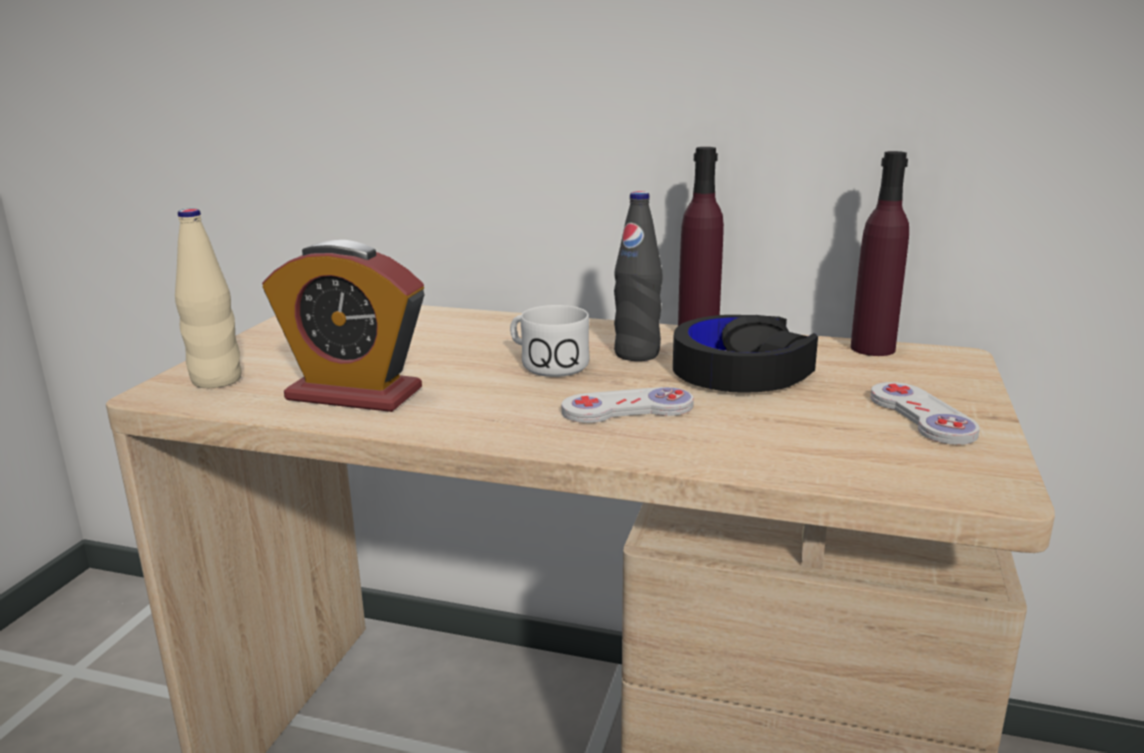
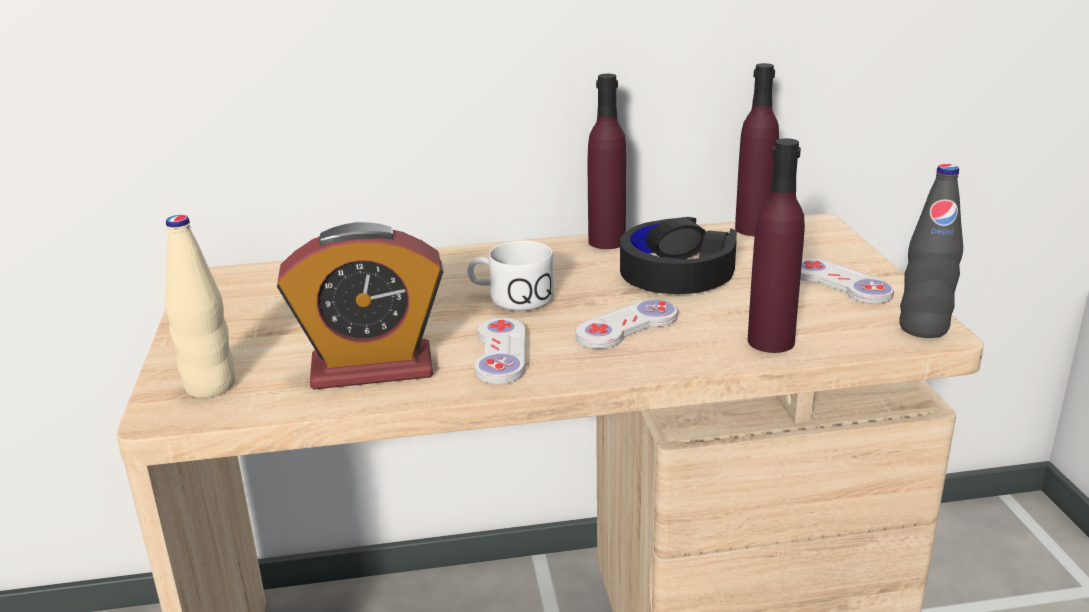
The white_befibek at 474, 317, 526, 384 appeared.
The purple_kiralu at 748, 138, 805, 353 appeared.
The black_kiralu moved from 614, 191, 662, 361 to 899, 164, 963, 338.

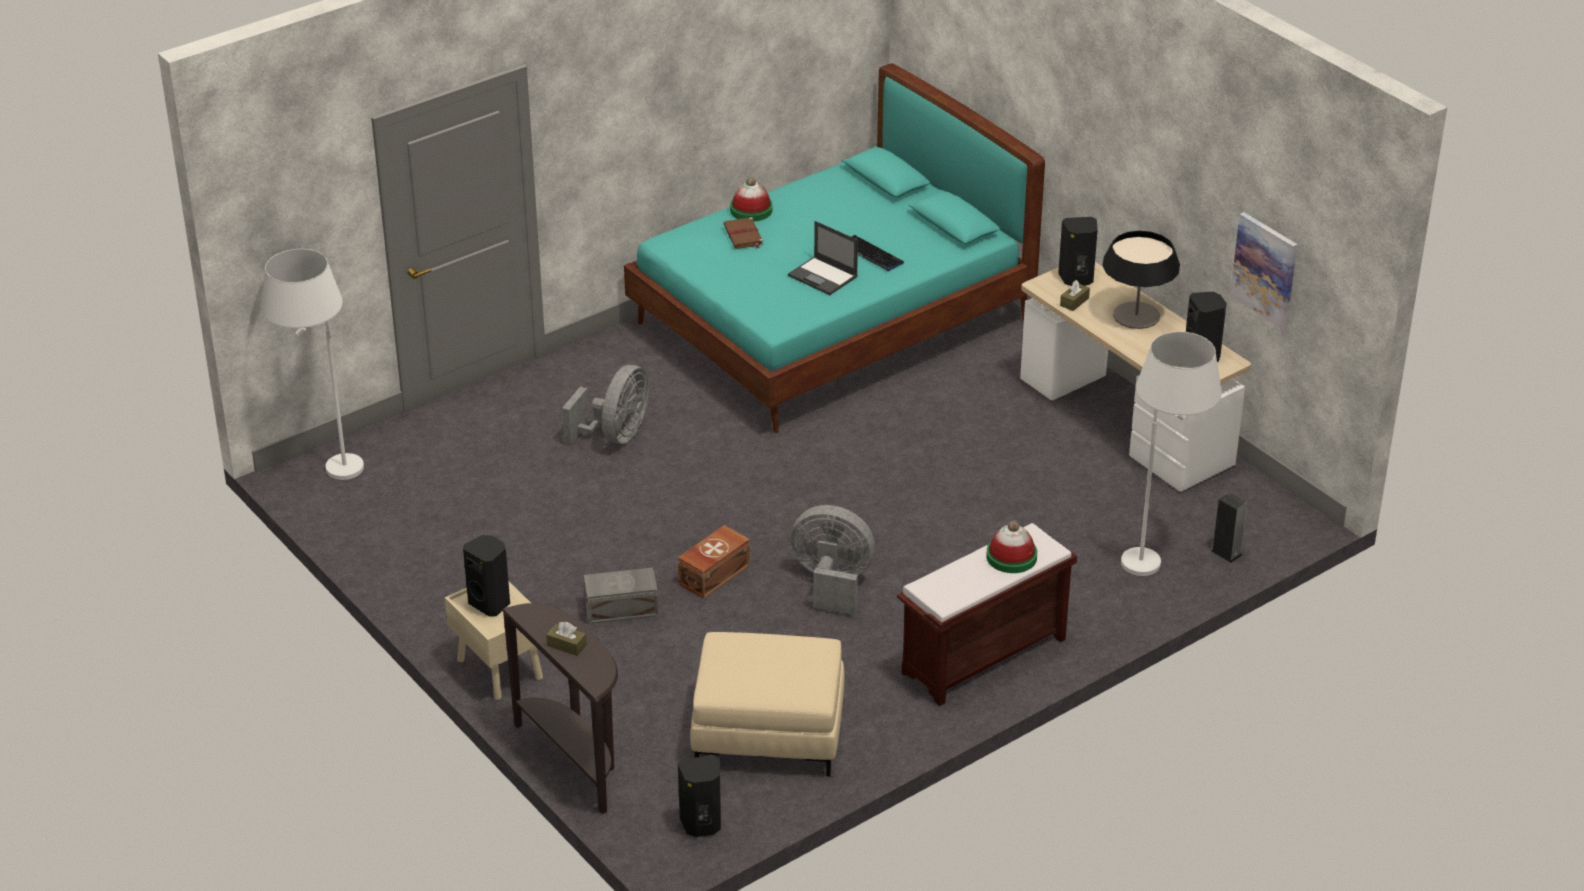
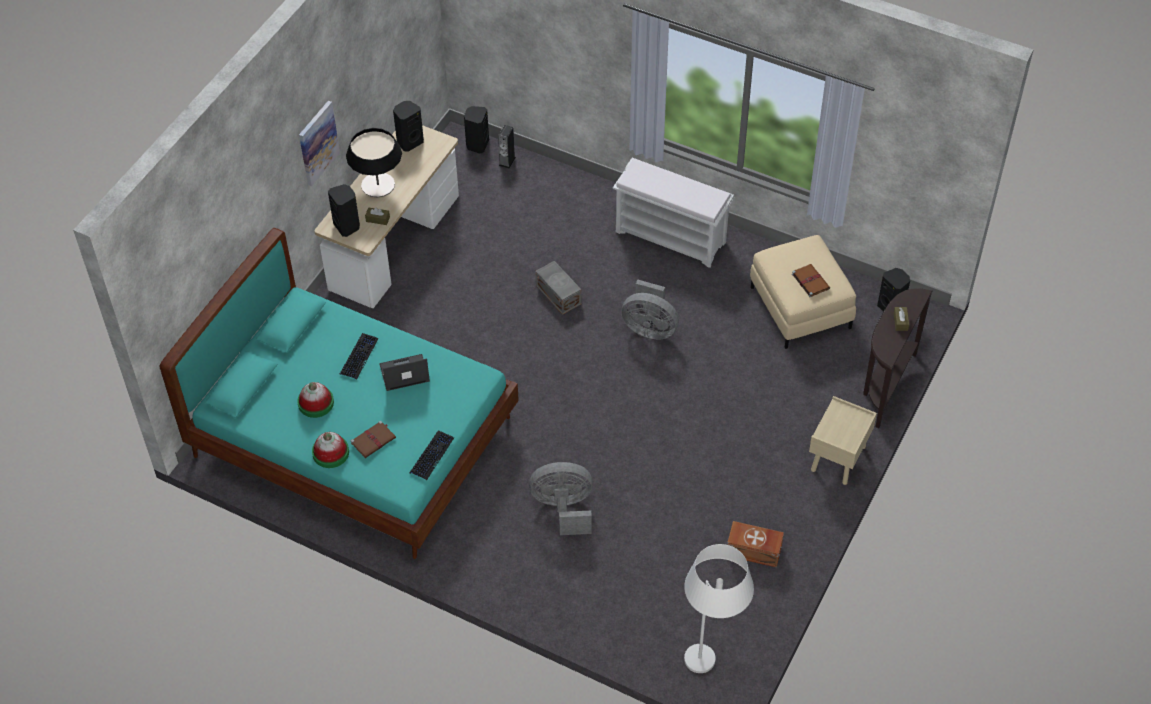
The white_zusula at 1121, 332, 1222, 576 disappeared.
The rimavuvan at 410, 430, 454, 480 appeared.
The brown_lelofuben at 792, 264, 830, 297 appeared.
The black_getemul moved from 463, 535, 510, 617 to 464, 106, 489, 153.
The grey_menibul moved from 584, 567, 658, 624 to 535, 261, 581, 315.
The brown_menibul moved from 678, 525, 750, 598 to 727, 521, 784, 568.
The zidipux moved from 986, 520, 1037, 573 to 297, 382, 334, 418.
The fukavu moved from 1230, 212, 1297, 329 to 299, 101, 340, 186.
The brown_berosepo at 897, 523, 1077, 706 became the white_berosepo at 613, 158, 734, 268.
The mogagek at 788, 221, 858, 295 turned 120 degrees counterclockwise.
The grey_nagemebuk at 790, 505, 875, 615 turned 60 degrees counterclockwise.

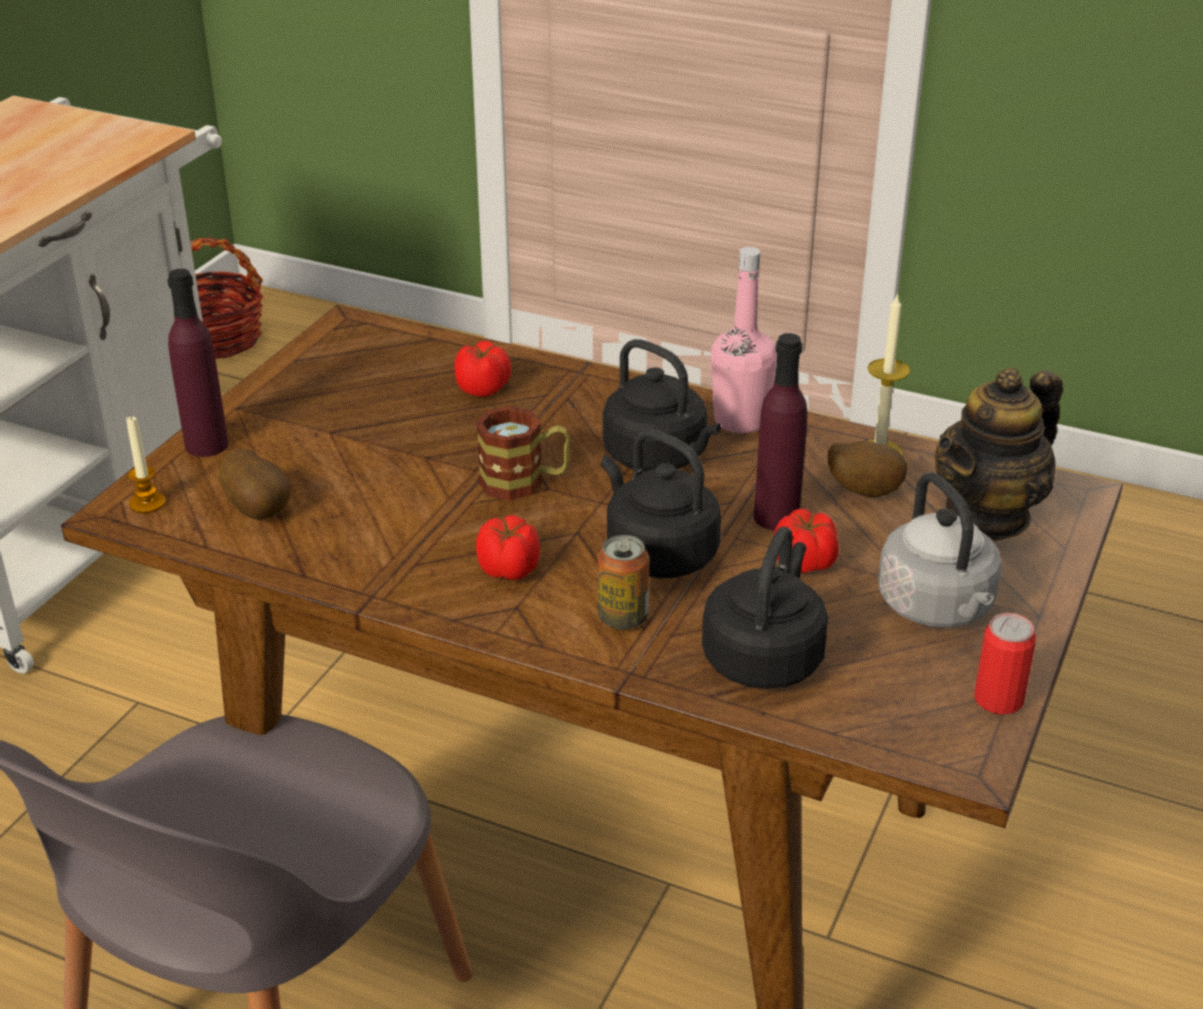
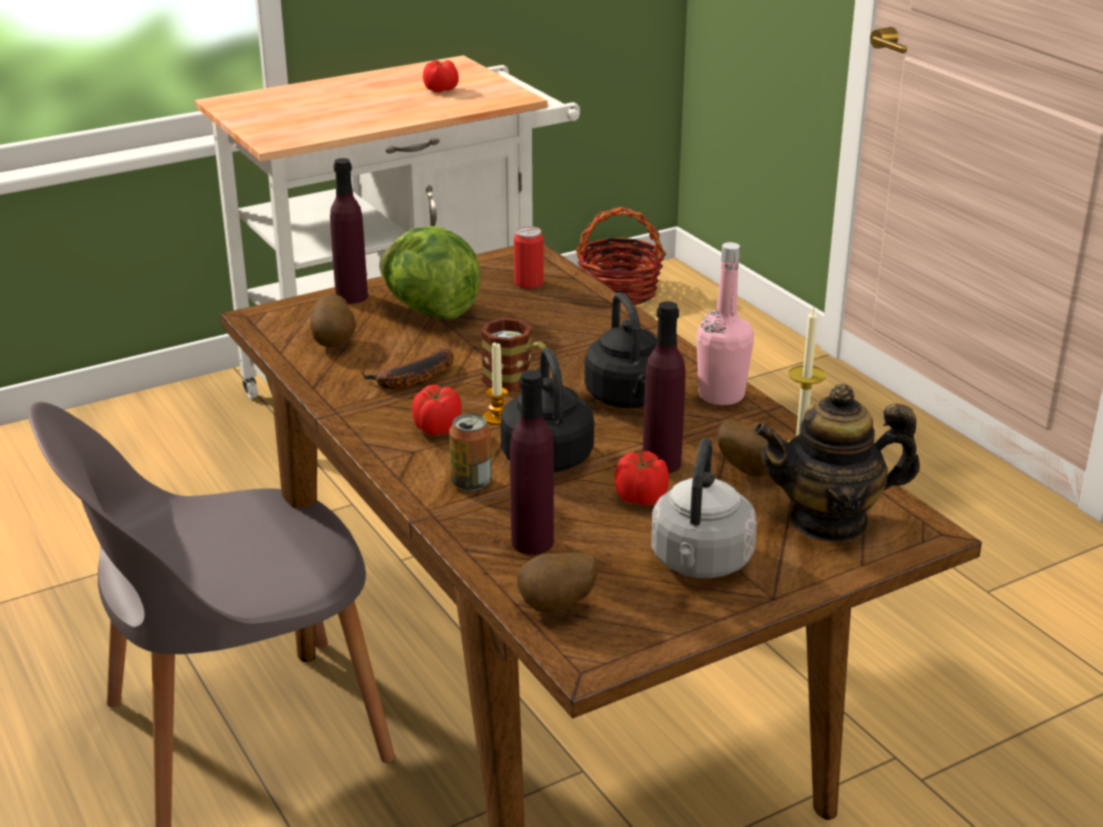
The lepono at 361, 349, 454, 389 appeared.
The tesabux at 379, 226, 481, 320 appeared.
The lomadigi at 517, 553, 598, 613 appeared.
The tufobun moved from 126, 416, 165, 513 to 483, 341, 508, 425.
The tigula moved from 454, 341, 511, 397 to 423, 60, 459, 93.
The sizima moved from 974, 613, 1036, 715 to 514, 226, 544, 289.
The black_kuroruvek at 702, 526, 828, 689 was replaced by the purple_kiralu at 510, 370, 554, 555.

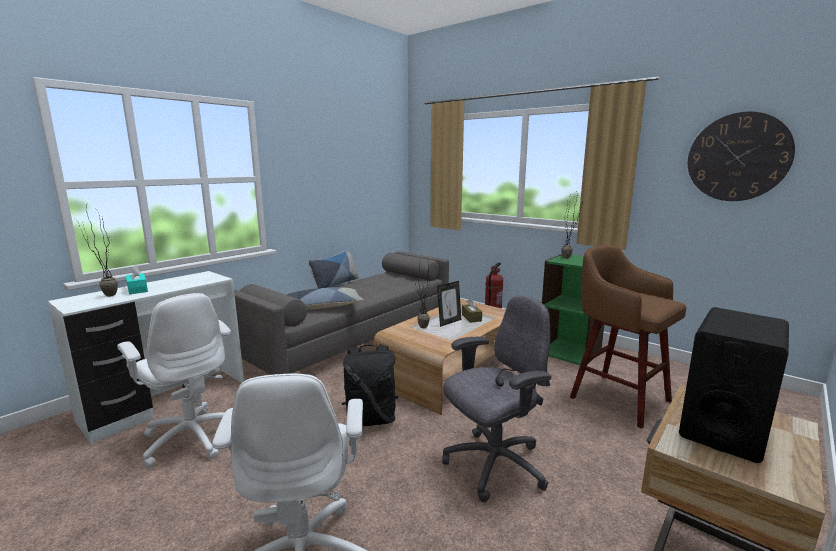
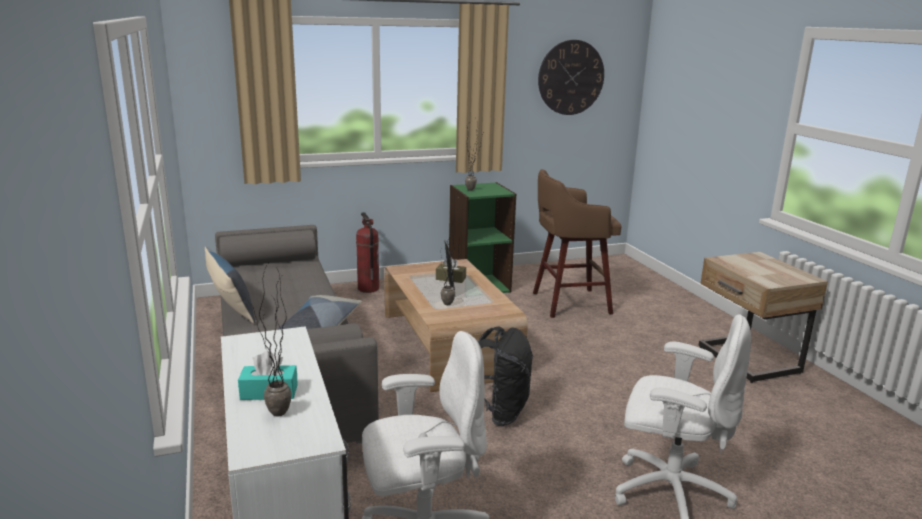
The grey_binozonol at 442, 295, 551, 502 disappeared.
The black_getemul at 679, 307, 789, 463 disappeared.

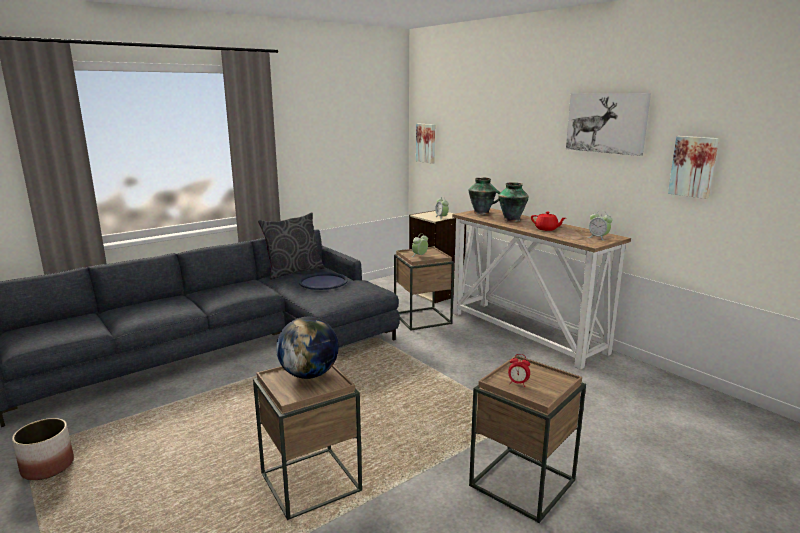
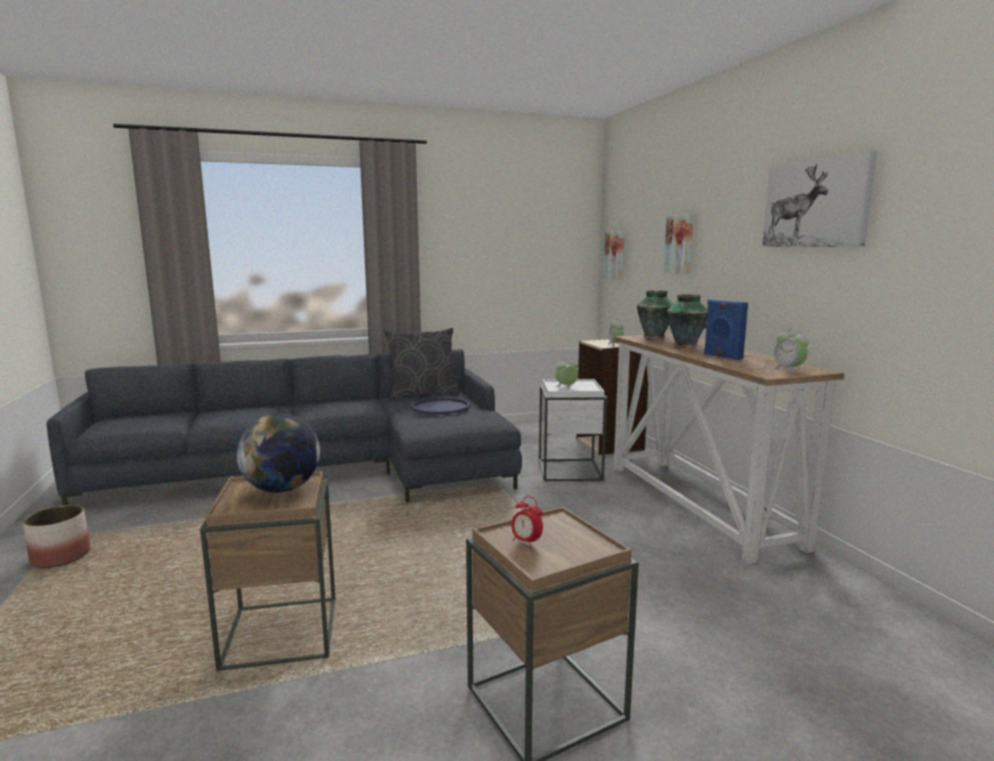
The fukavu moved from 668, 136, 719, 199 to 663, 214, 694, 274.
The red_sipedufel at 531, 211, 566, 231 was replaced by the blue_getemul at 704, 299, 748, 360.
The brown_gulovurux at 394, 247, 454, 331 became the white_gulovurux at 539, 379, 607, 481.

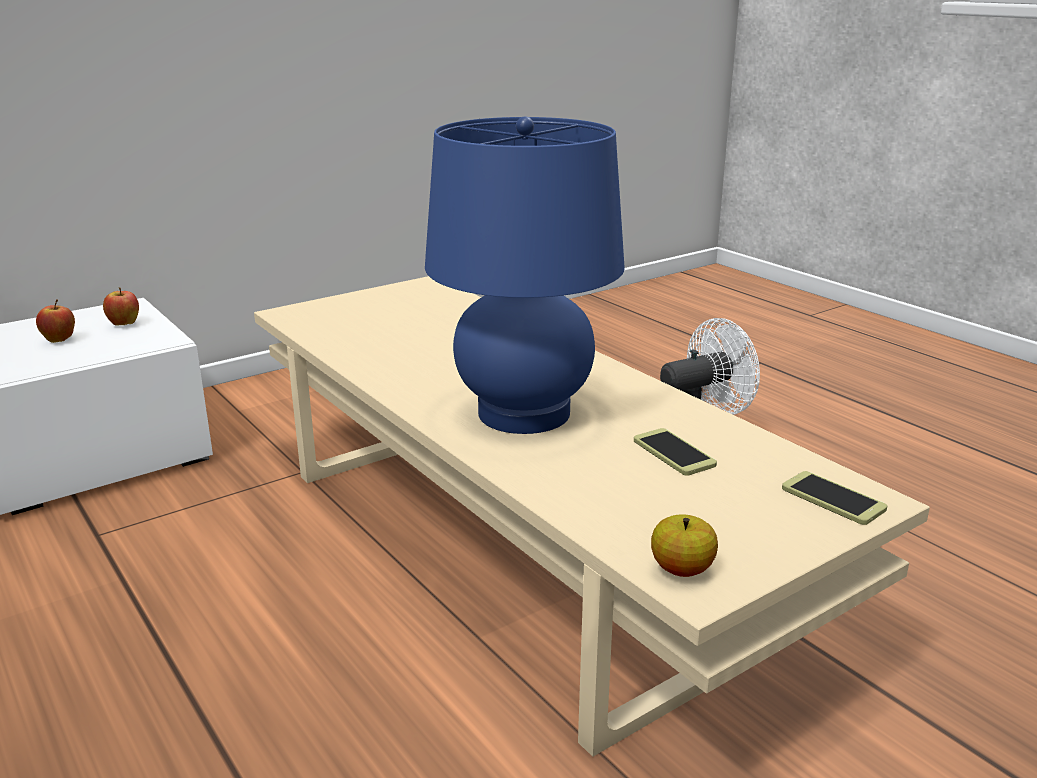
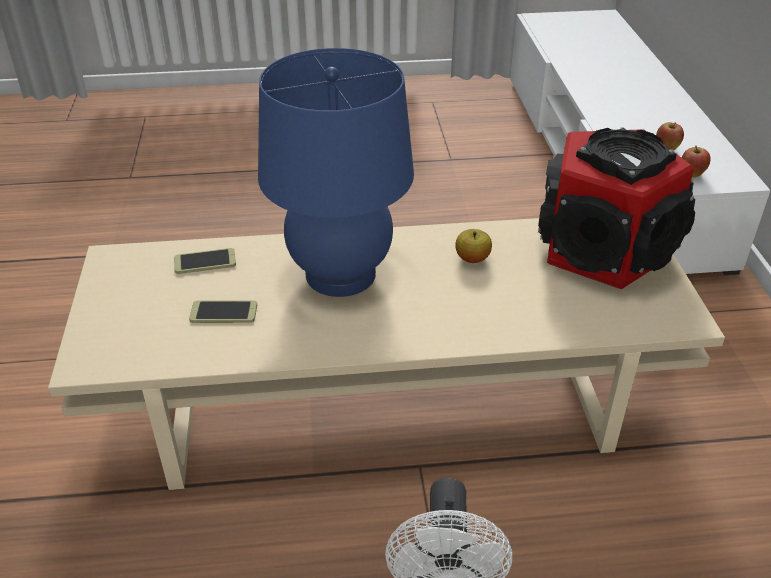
The getemul at 538, 127, 695, 289 appeared.
The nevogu moved from 651, 514, 718, 577 to 455, 229, 492, 263.
The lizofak moved from 782, 471, 887, 525 to 174, 248, 236, 274.

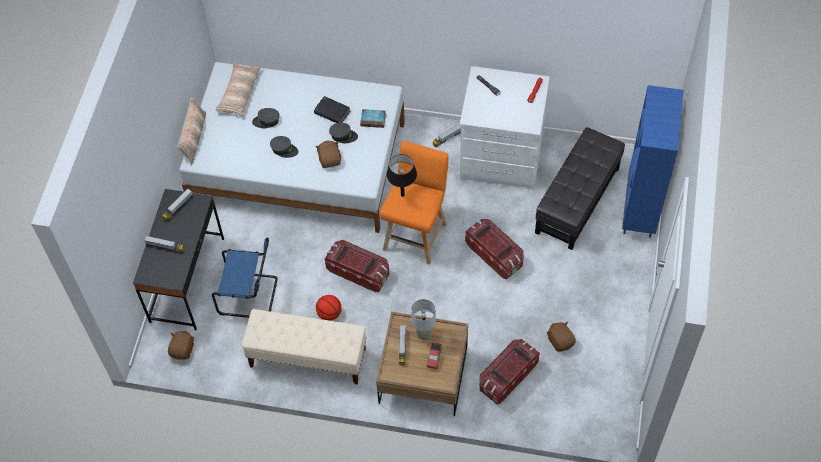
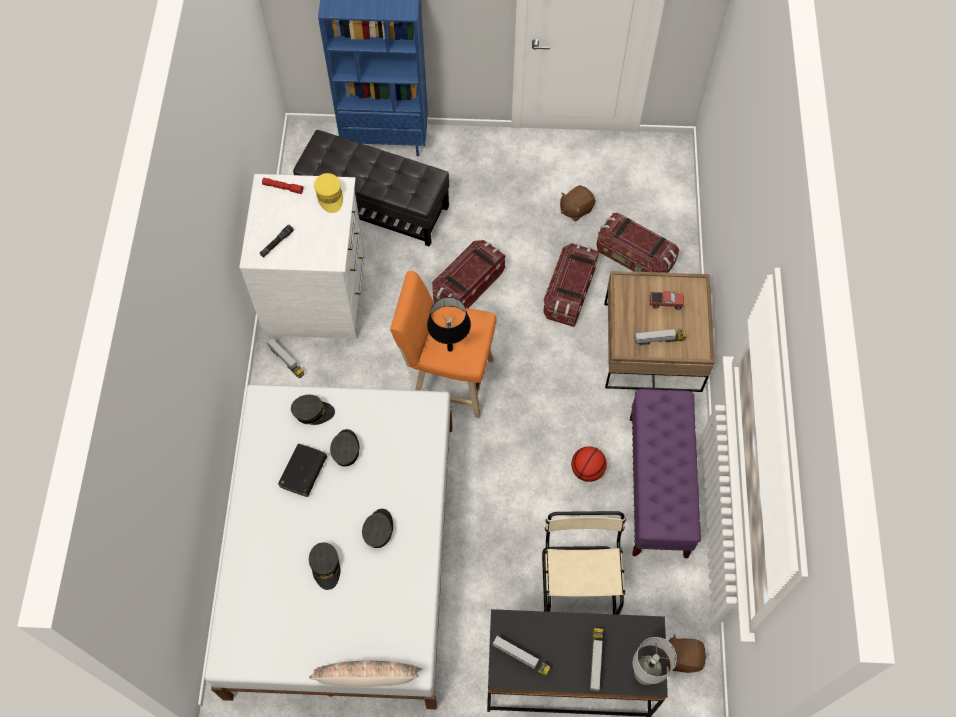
The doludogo at 215, 63, 261, 117 disappeared.
The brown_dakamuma at 315, 141, 341, 168 disappeared.
The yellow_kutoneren at 314, 173, 343, 213 appeared.
The menibul moved from 325, 240, 390, 292 to 543, 243, 599, 327.
The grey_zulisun moved from 411, 299, 436, 340 to 633, 637, 677, 685.
The lelofuben at 360, 109, 386, 128 was replaced by the grey_kutoneren at 291, 395, 335, 425.
The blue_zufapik at 212, 237, 277, 318 became the beige_zufapik at 542, 511, 626, 615.
The beige_berosepo at 242, 309, 367, 384 became the purple_berosepo at 630, 389, 701, 558.

